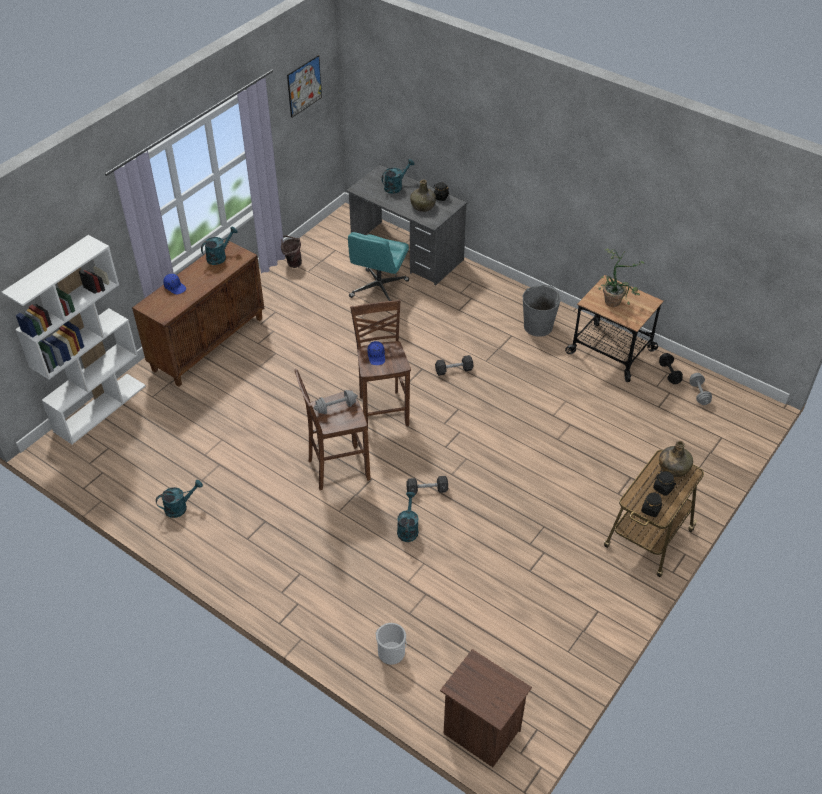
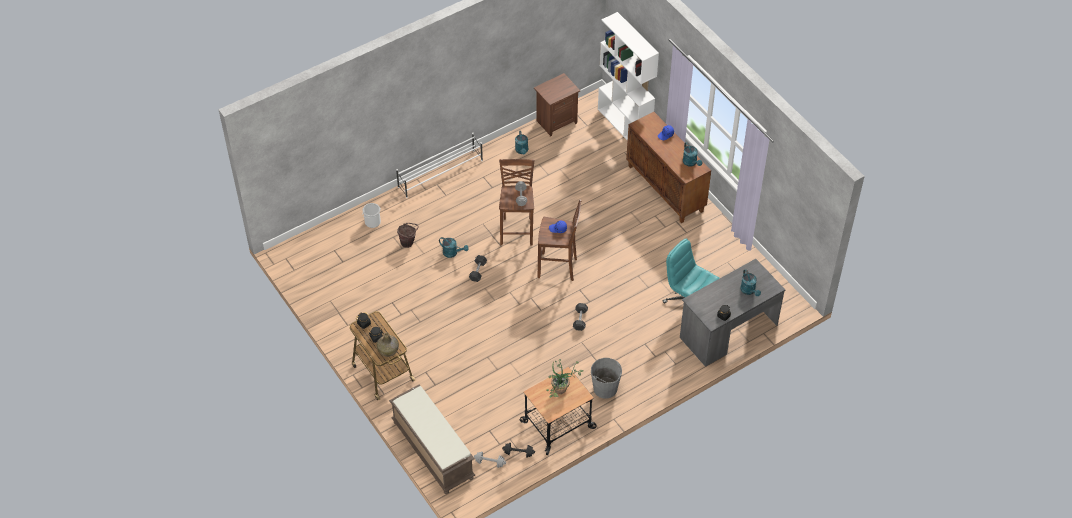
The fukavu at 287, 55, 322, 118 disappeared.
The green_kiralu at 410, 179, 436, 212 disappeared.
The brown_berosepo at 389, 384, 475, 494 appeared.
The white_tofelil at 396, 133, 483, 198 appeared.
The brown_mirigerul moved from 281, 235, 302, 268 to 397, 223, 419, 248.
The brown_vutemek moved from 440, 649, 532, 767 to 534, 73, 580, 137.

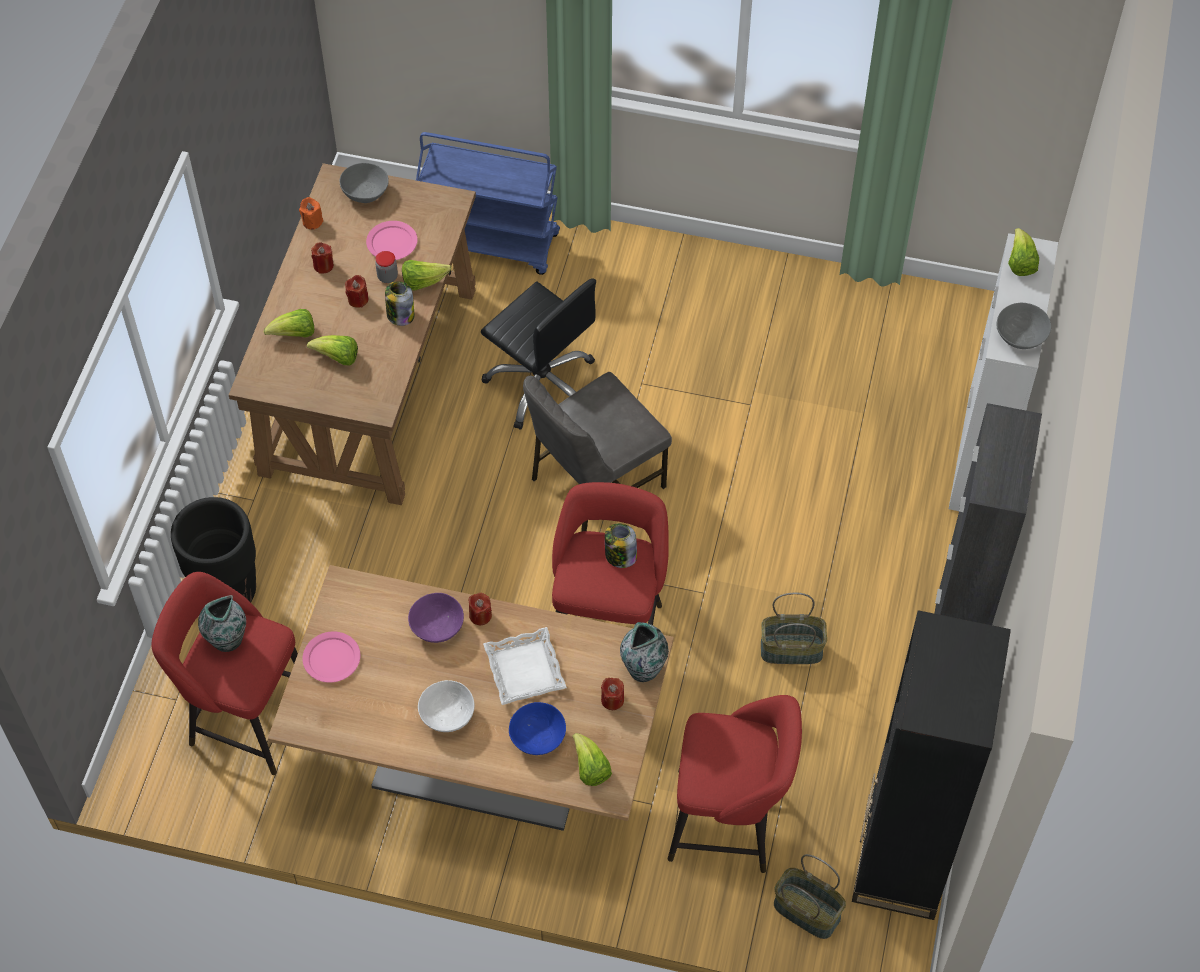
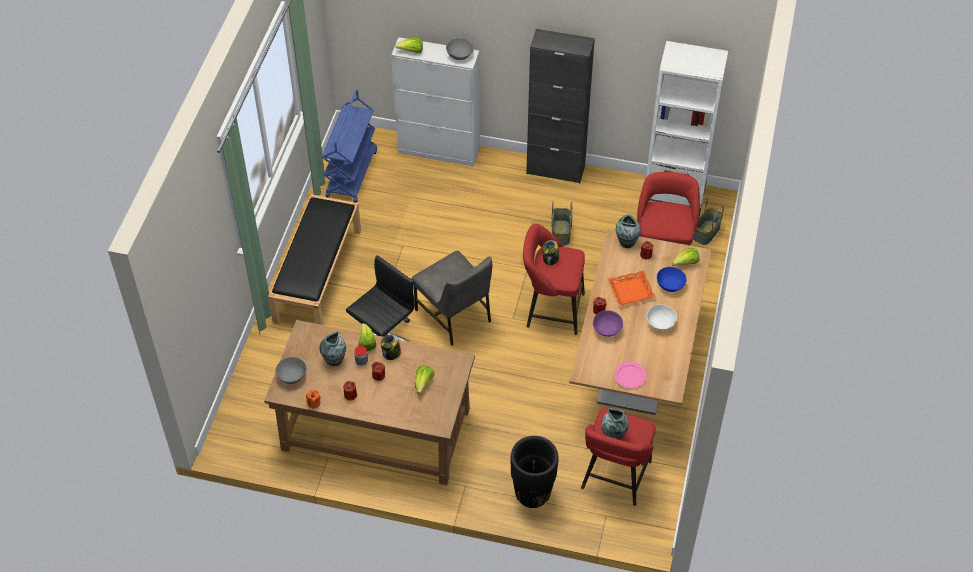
The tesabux at 264, 309, 314, 338 disappeared.
The black_berosepo at 268, 194, 361, 325 appeared.
The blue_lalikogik moved from 416, 132, 560, 275 to 322, 90, 377, 203.
The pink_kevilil at 366, 221, 417, 260 was replaced by the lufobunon at 320, 331, 346, 366.
The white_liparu at 483, 627, 567, 705 became the orange_liparu at 608, 270, 656, 306.
The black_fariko at 852, 610, 1011, 920 became the white_fariko at 646, 41, 729, 216.

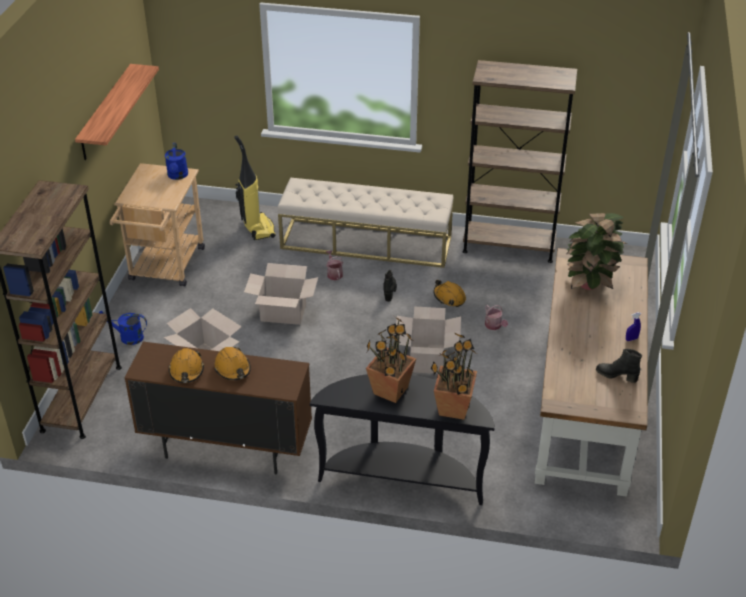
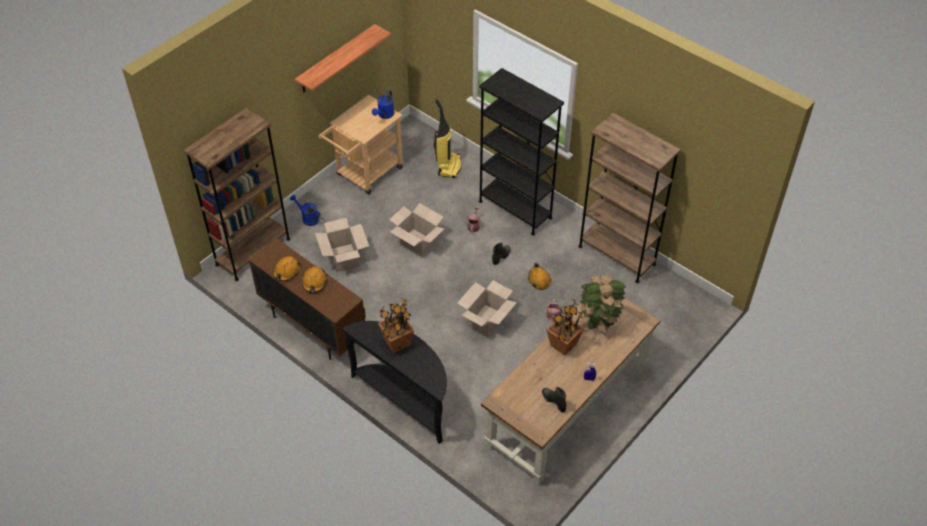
The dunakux moved from 431, 333, 477, 420 to 547, 299, 584, 356.
The beige_berosepo at 278, 177, 453, 268 was replaced by the black_fariko at 479, 68, 564, 235.

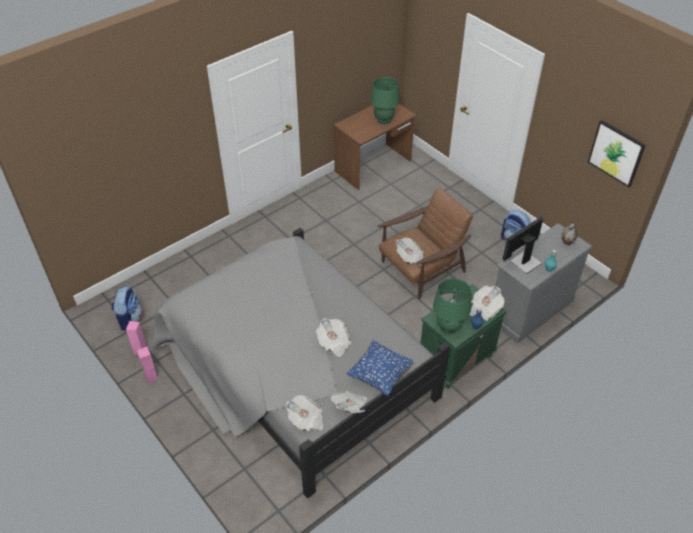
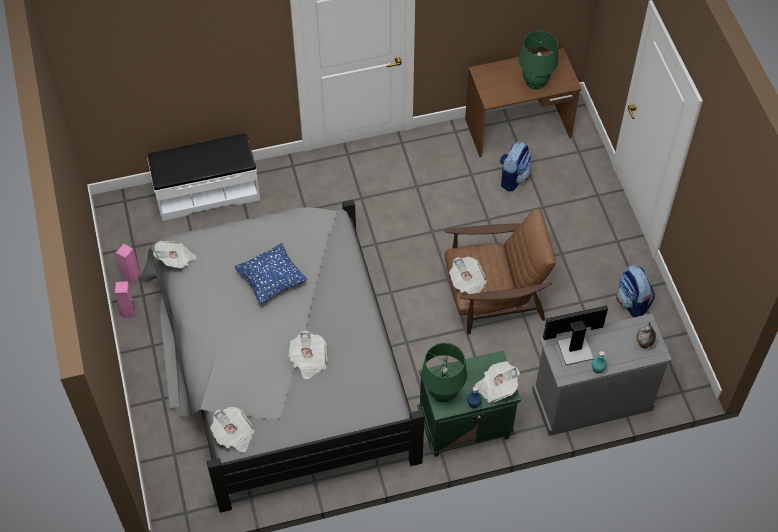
The fukavu at 588, 120, 646, 187 disappeared.
The white_berosepo at 147, 133, 260, 221 appeared.
The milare moved from 111, 286, 143, 331 to 500, 141, 531, 191.
The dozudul moved from 331, 390, 367, 413 to 153, 241, 197, 269.
The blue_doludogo moved from 347, 340, 413, 396 to 235, 243, 307, 304.

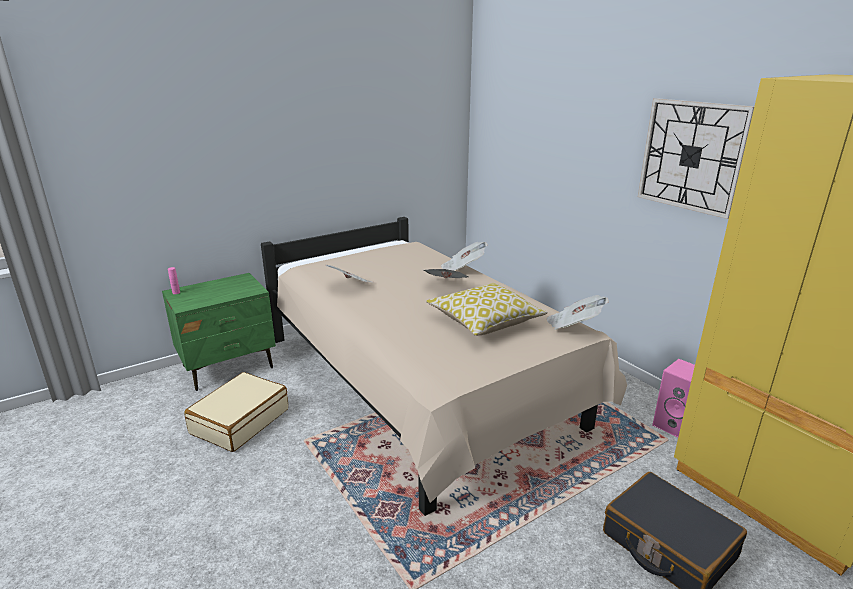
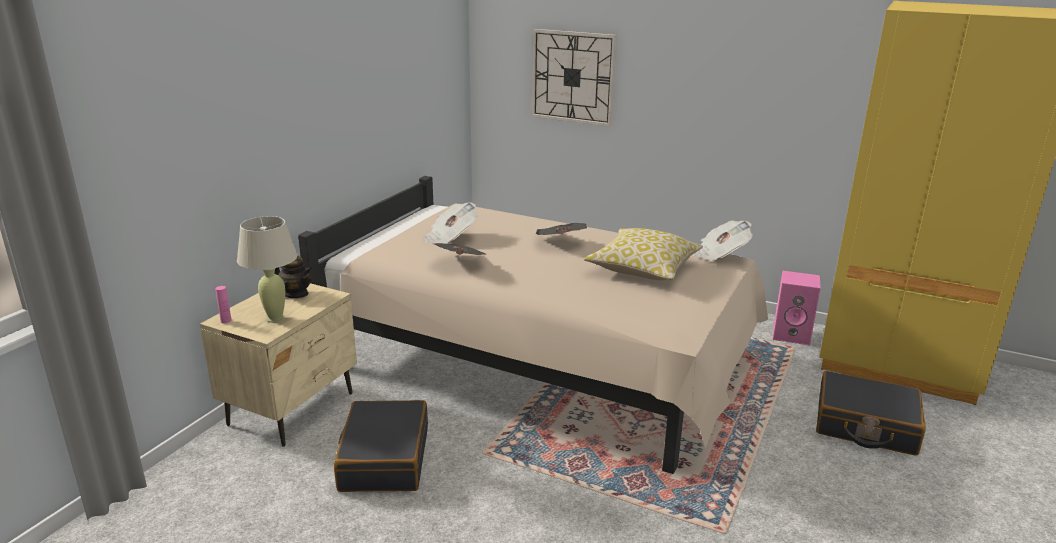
The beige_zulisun at 237, 216, 298, 323 appeared.
The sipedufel at 275, 256, 313, 298 appeared.
The dozudul moved from 441, 242, 488, 271 to 423, 202, 478, 243.
The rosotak moved from 638, 98, 754, 219 to 531, 29, 617, 127.
The green_vutemek at 162, 273, 276, 391 became the beige_vutemek at 200, 283, 357, 447.
The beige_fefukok at 184, 372, 288, 452 became the black_fefukok at 334, 400, 428, 492.

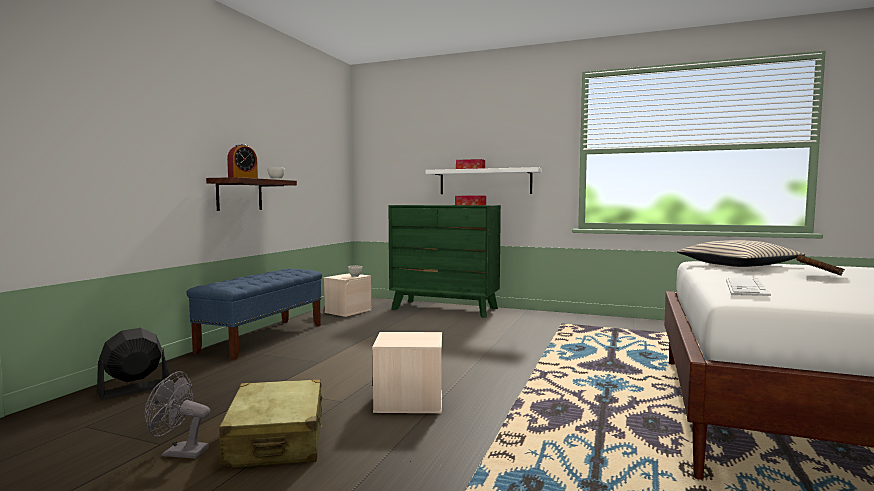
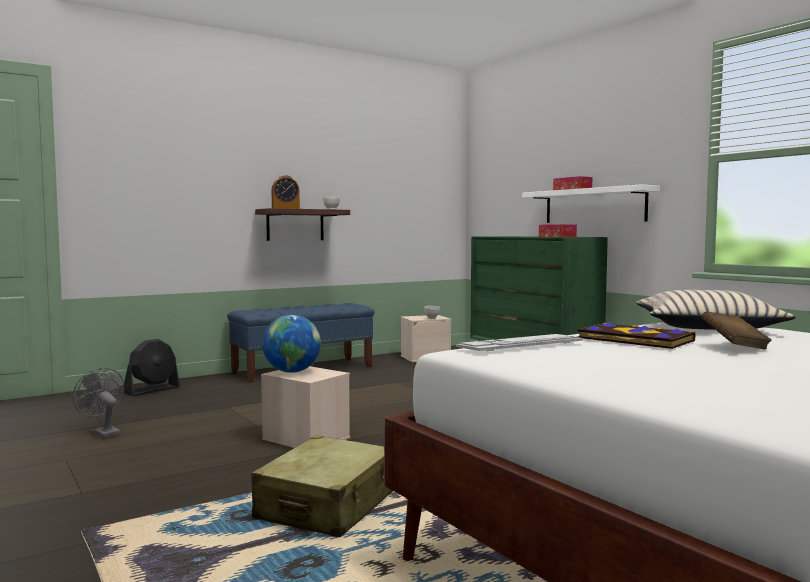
The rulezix at 262, 314, 321, 373 appeared.
The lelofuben at 578, 322, 695, 349 appeared.
The beige_fefukok moved from 219, 379, 323, 468 to 251, 435, 393, 537.
The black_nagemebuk at 97, 328, 170, 400 turned 135 degrees clockwise.

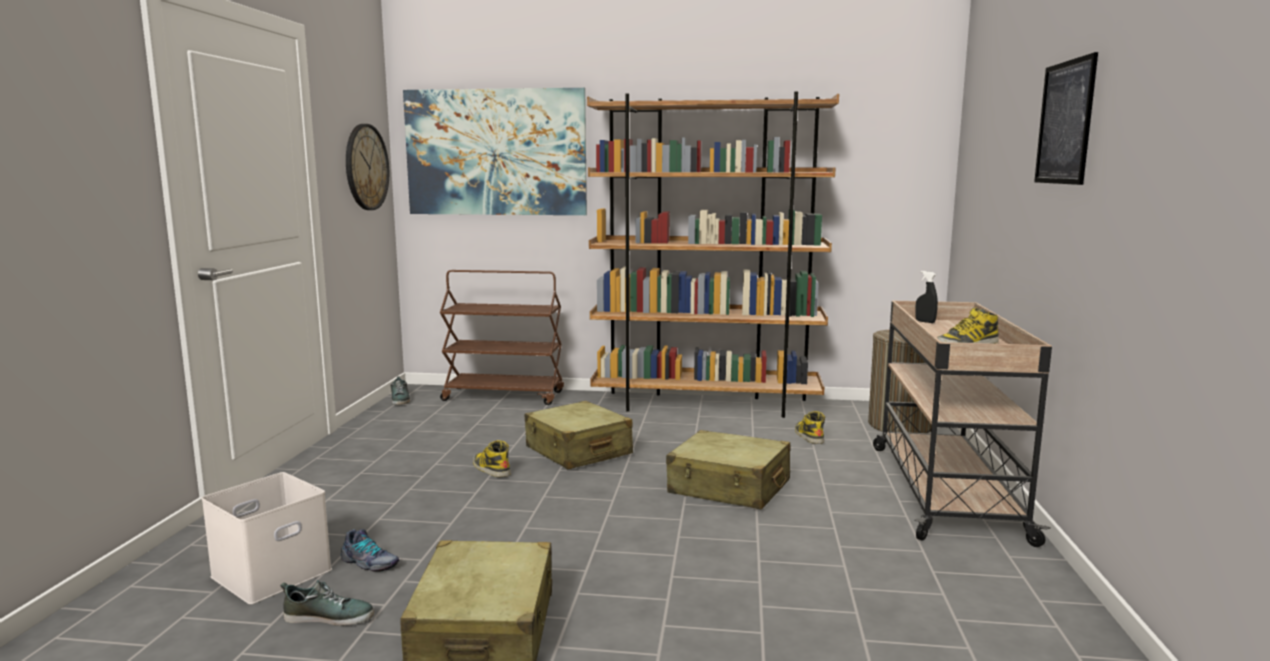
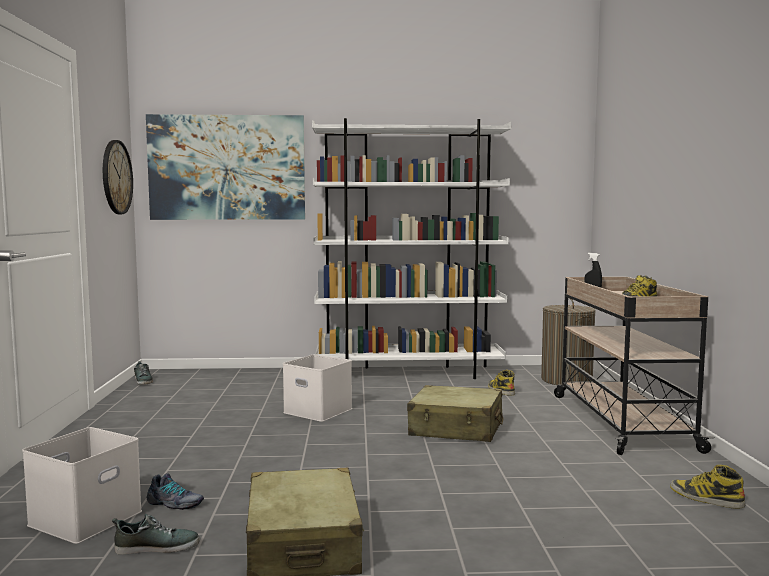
The brown_lalikogik at 440, 270, 564, 405 disappeared.
The fukavu at 1034, 52, 1098, 185 disappeared.
The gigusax moved from 473, 440, 511, 477 to 670, 465, 745, 509.
The beige_fefukok at 525, 401, 633, 469 was replaced by the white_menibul at 283, 354, 352, 422.
The brown_fariko at 587, 91, 839, 418 became the white_fariko at 312, 118, 511, 379.

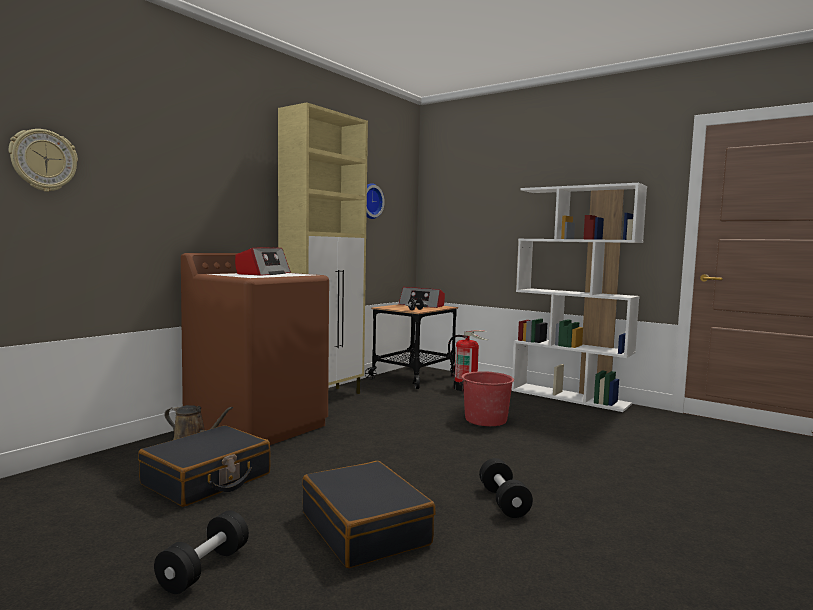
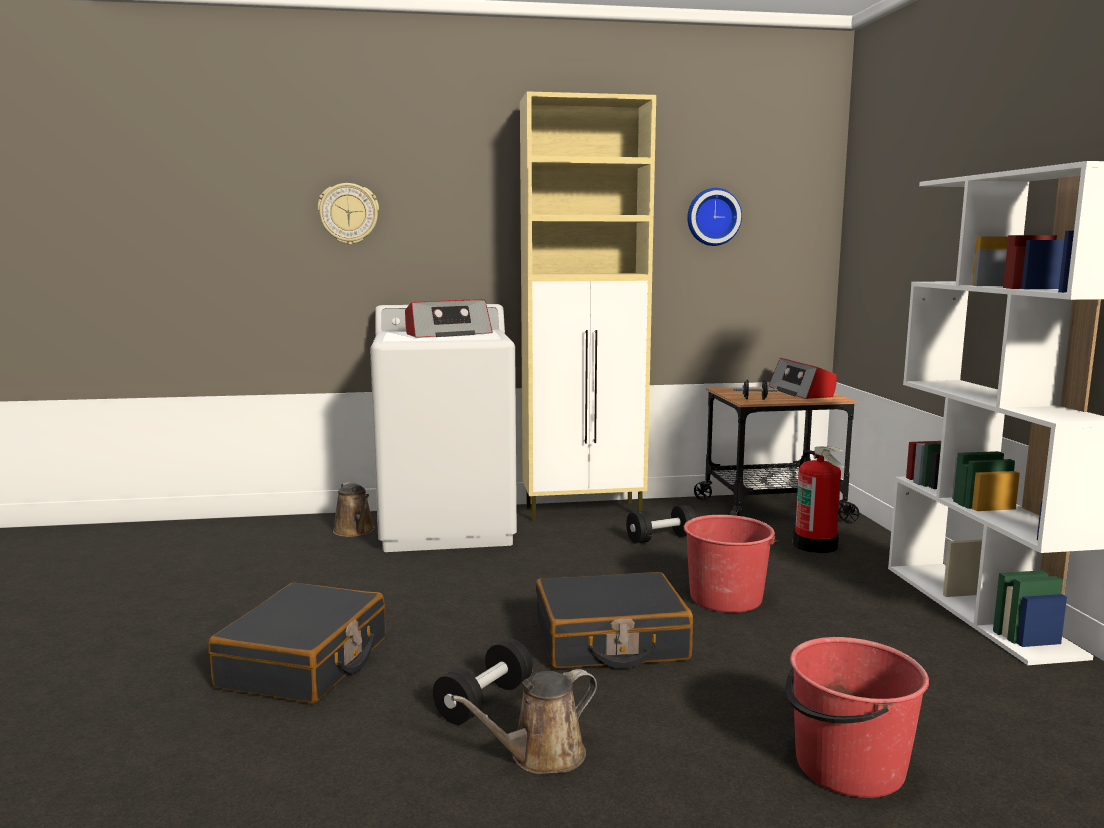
The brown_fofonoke at 451, 669, 597, 774 appeared.
The red_mirigerul at 786, 637, 929, 798 appeared.
The rosotak moved from 9, 129, 78, 192 to 317, 183, 379, 245.
The black_fefukok moved from 138, 425, 270, 507 to 536, 572, 693, 669.
The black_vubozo moved from 154, 510, 249, 594 to 626, 505, 696, 543.
The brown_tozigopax at 181, 253, 329, 445 became the white_tozigopax at 370, 304, 517, 552.

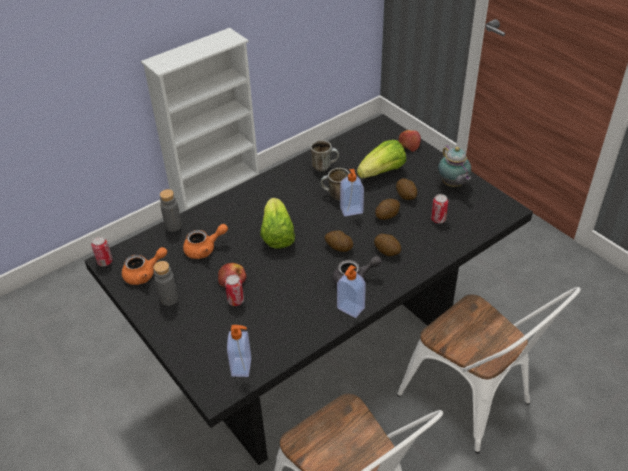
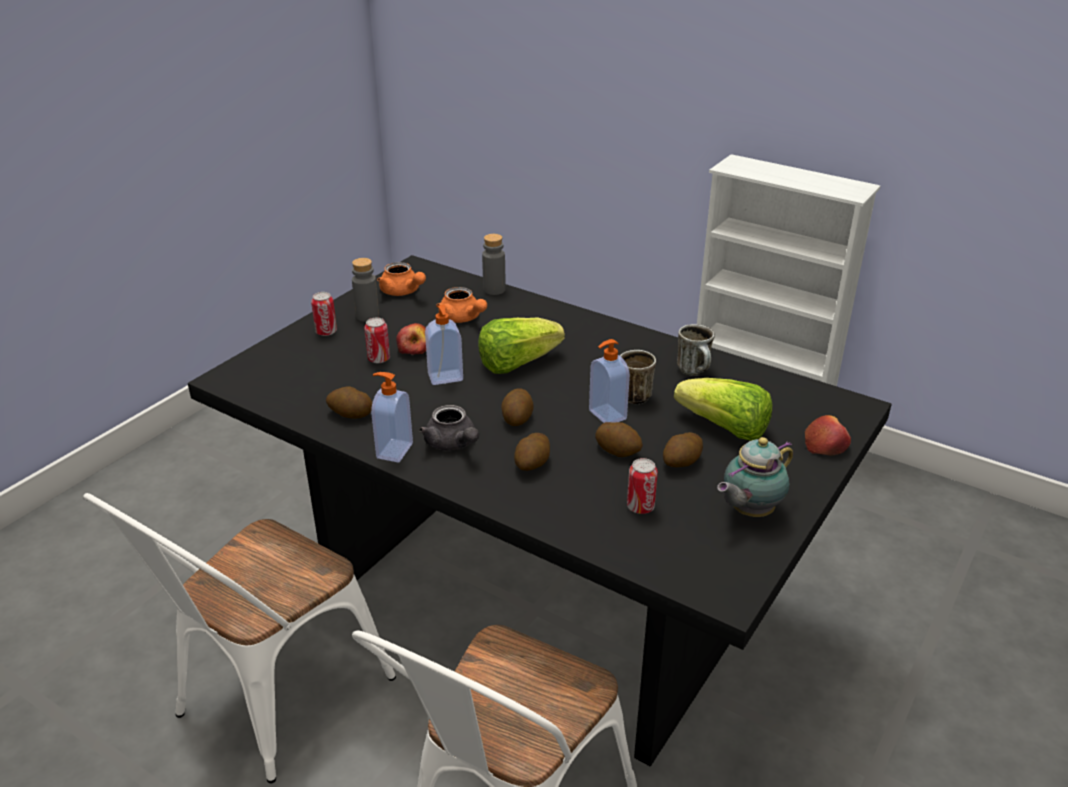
The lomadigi at 326, 386, 372, 419 appeared.
The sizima moved from 91, 236, 113, 266 to 311, 292, 337, 336.
The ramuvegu moved from 227, 325, 251, 377 to 425, 305, 463, 385.

